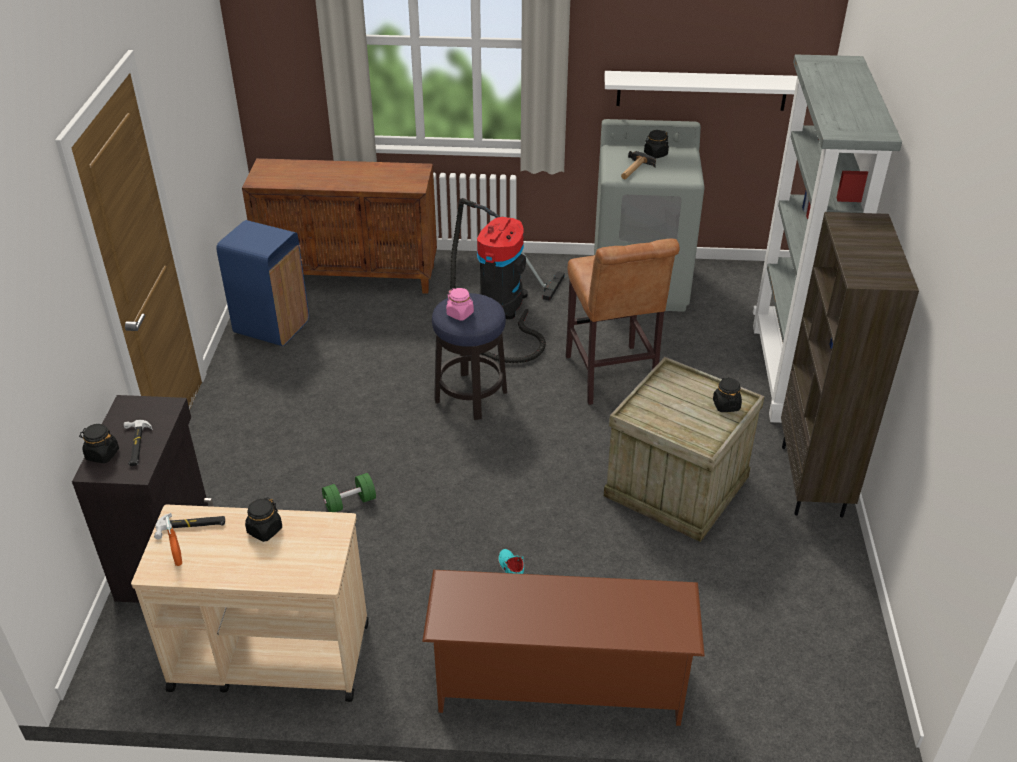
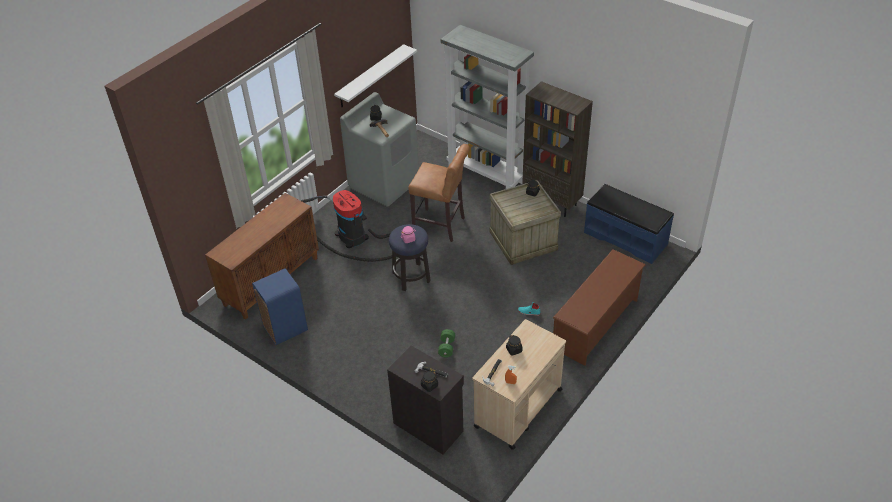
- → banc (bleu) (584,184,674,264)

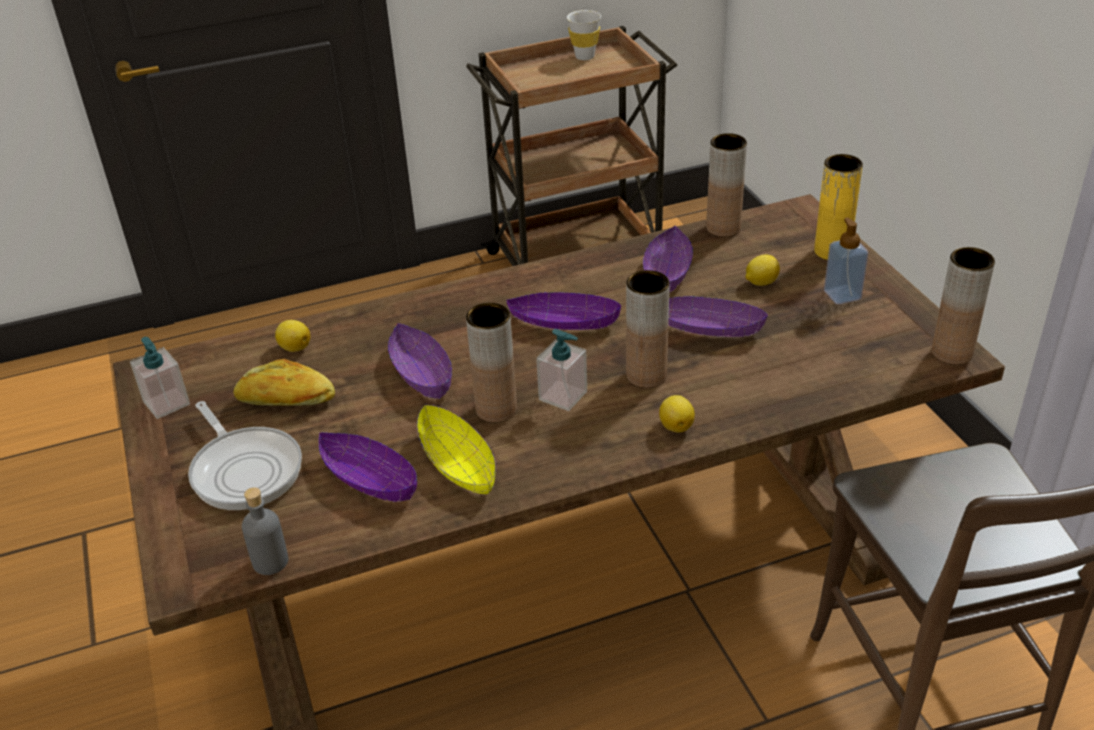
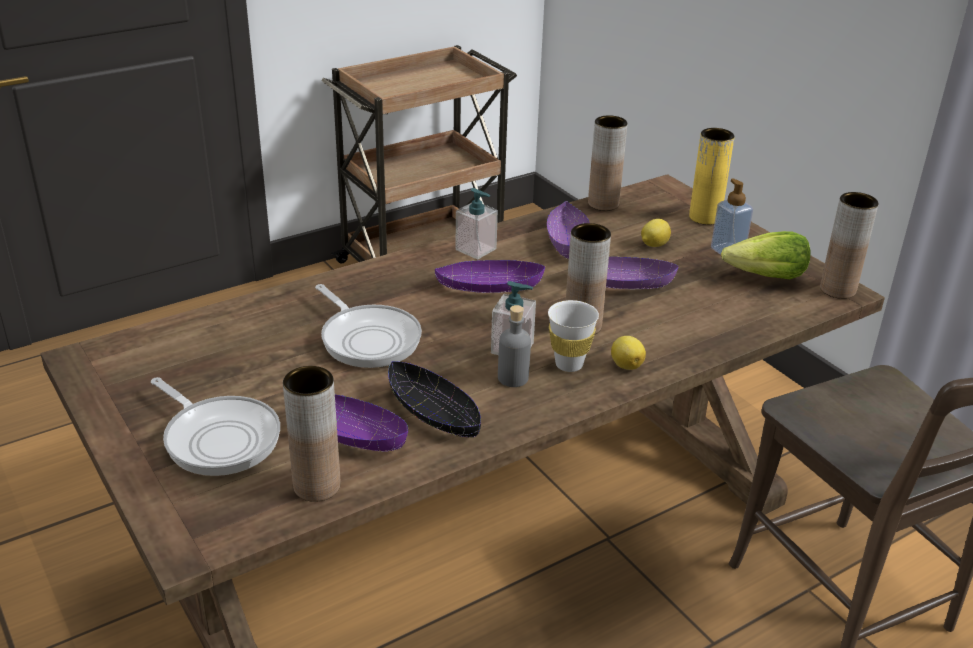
distributeur de savon (130,337,190,419) → distributeur de savon (455,188,498,259), relocated
pain (233,359,335,406) → -
bouteille (gris) (242,487,288,575) → bouteille (gris) (498,305,531,387), relocated
citron (275,320,311,352) → -
bol (violet) (388,323,452,399) → poêle (315,284,422,368)
bol (jaune) (417,405,496,494) → bol (noir) (388,361,481,437)
vase (marron) (466,303,517,423) → vase (marron) (283,366,340,502), relocated
tasse (blanc) (567,10,601,60) → tasse (blanc) (548,300,599,372), relocated
- → laitue (721,231,811,279)

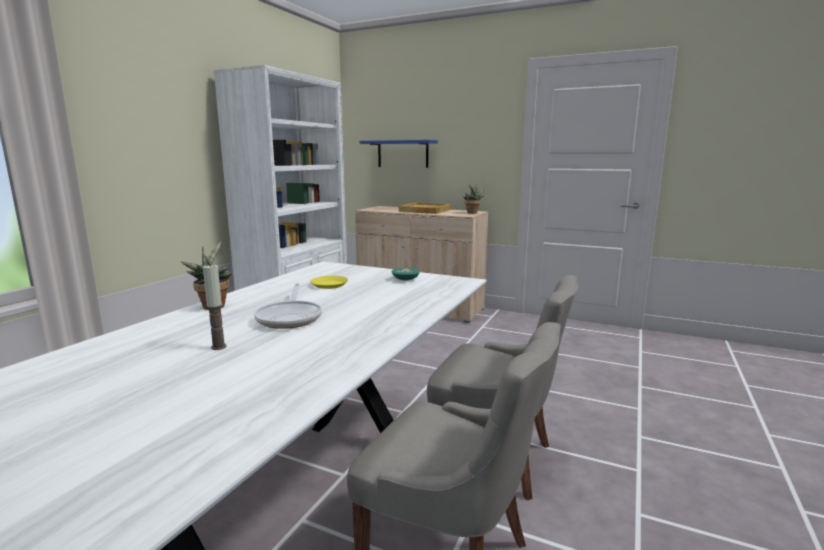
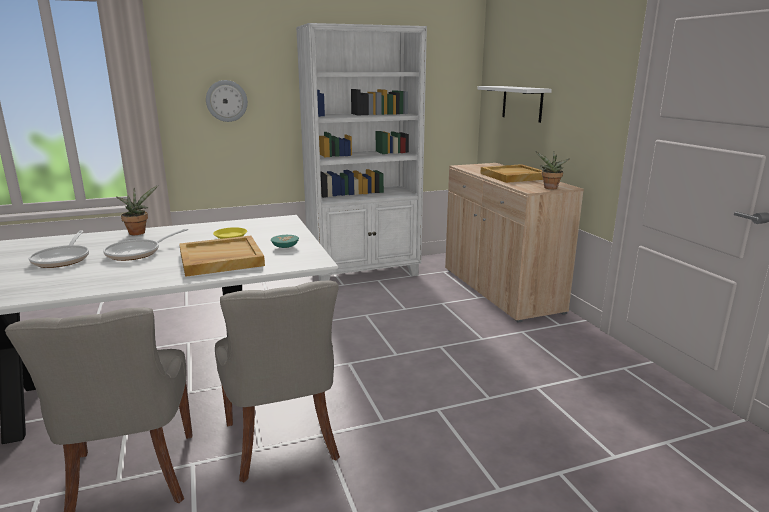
bougie (203,264,227,350) → poêle (29,230,89,268)
étagère (bleu) (359,140,438,168) → étagère (blanc) (478,86,552,123)
- → plateau (beige) (179,236,265,277)
- → horloge murale (206,80,248,122)

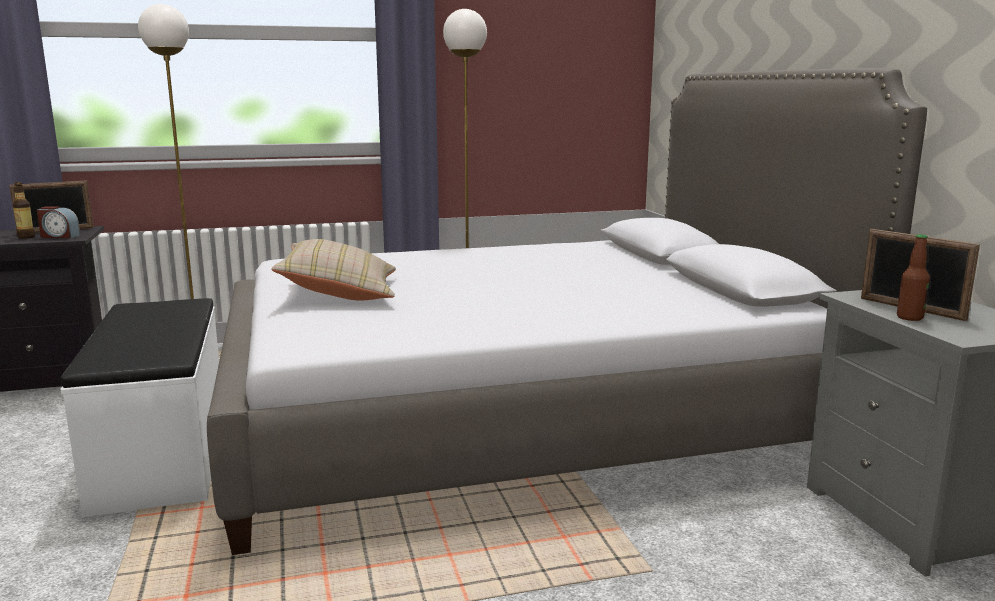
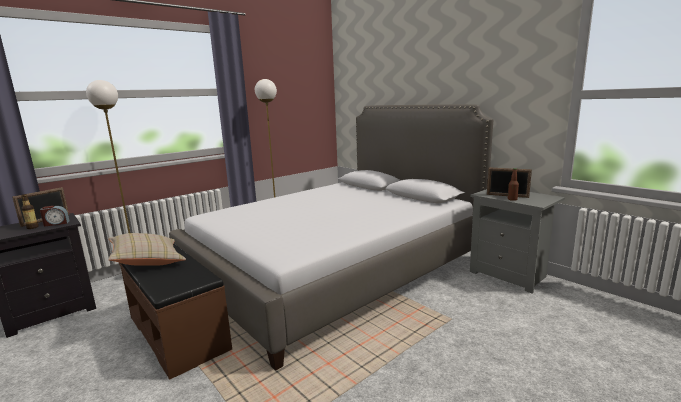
banc (blanc) (61,298,219,517) → banc (marron) (119,243,232,380)
coussin (beige) (271,239,396,301) → coussin (beige) (108,233,186,266), relocated

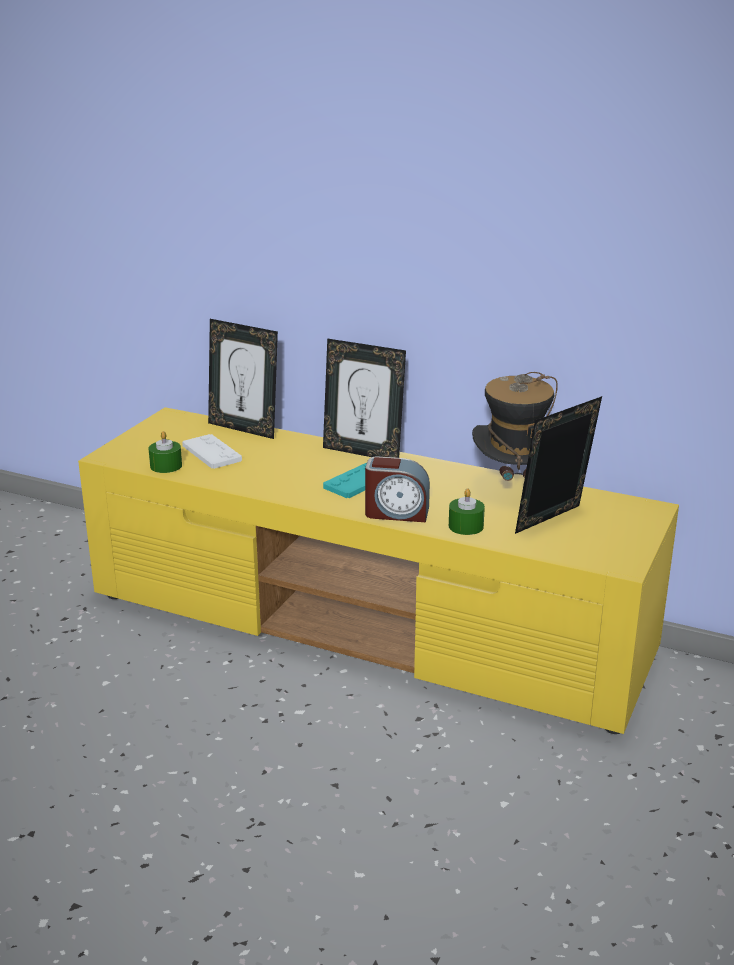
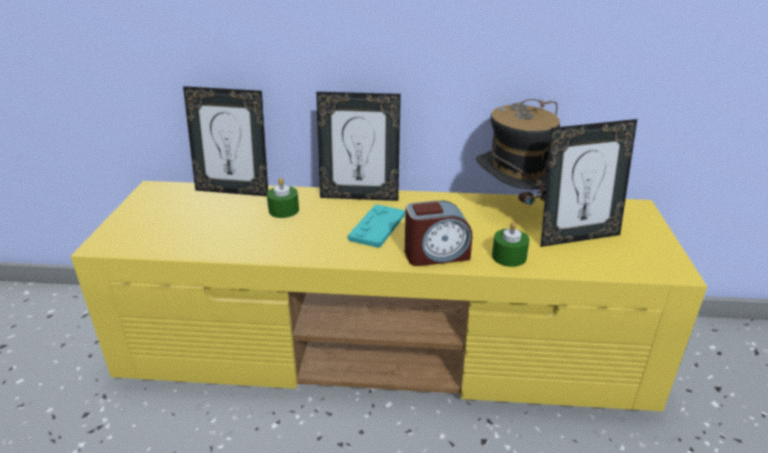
bougie (vert) (148,431,182,473) → bougie (vert) (267,178,299,218), relocated
manette (blanc) (182,434,242,469) → -
cadre photo (515,396,602,534) → cadre photo (541,119,637,247), 135 degrees counterclockwise

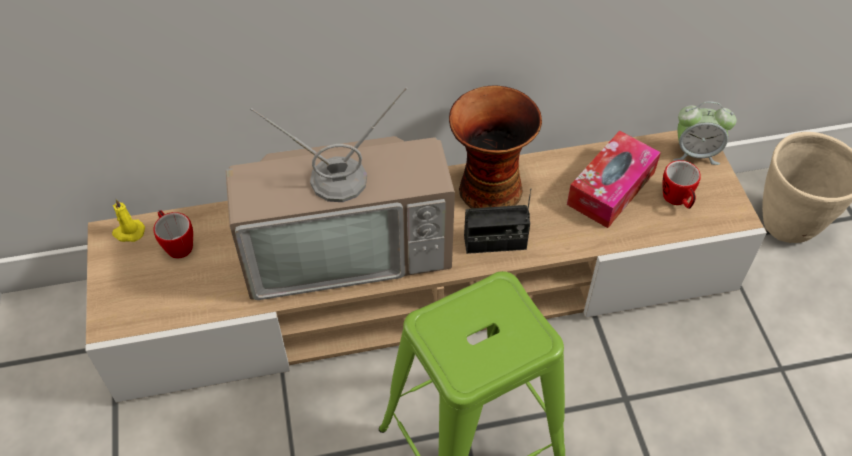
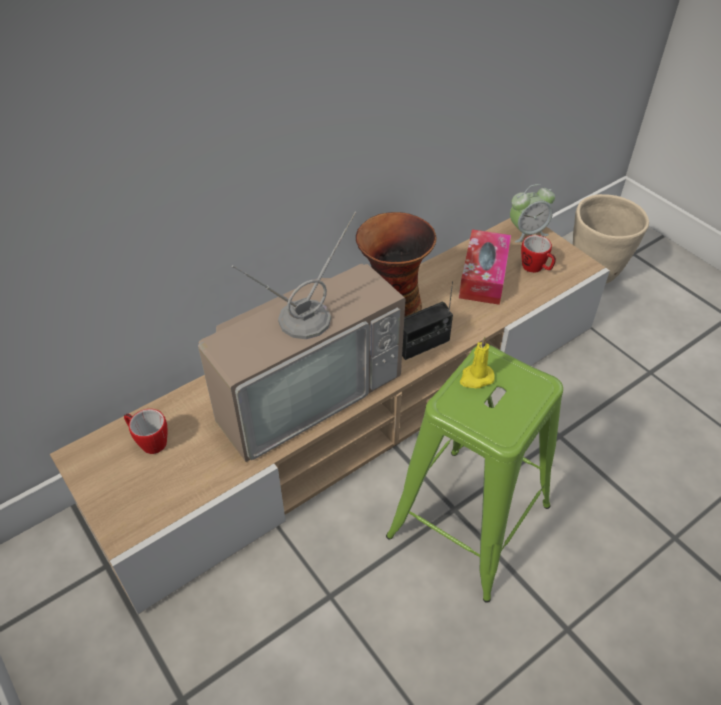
bougie (jaune) (112,199,145,242) → bougie (jaune) (460,337,495,388), relocated

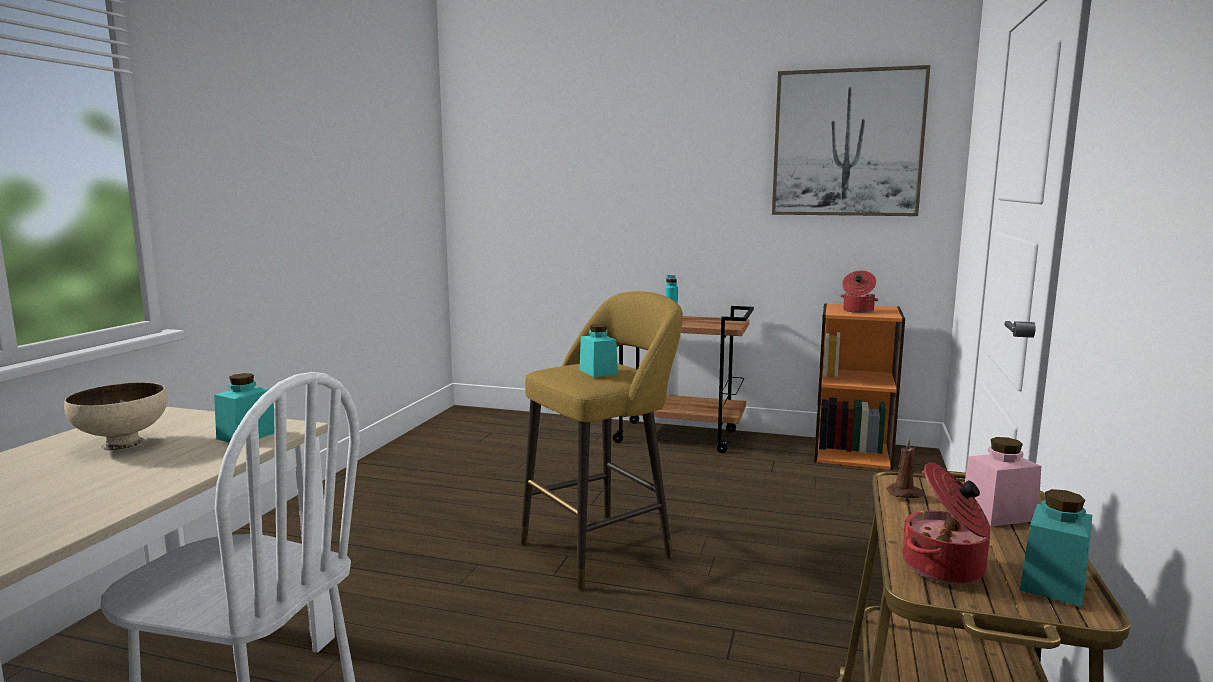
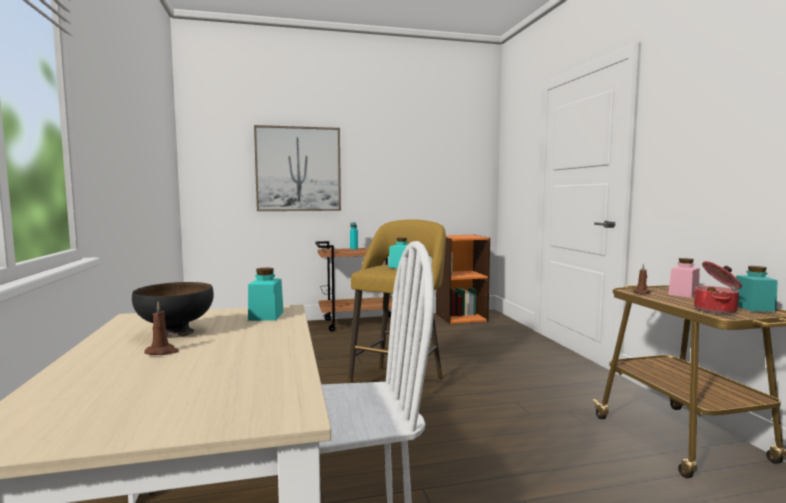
bol (beige) (64,382,168,451) → bol (noir) (132,282,214,338)
tableau (772,65,930,216) → tableau (254,125,341,211), relocated
marmite (840,271,878,313) → -
- → bougie (marron) (144,302,179,355)

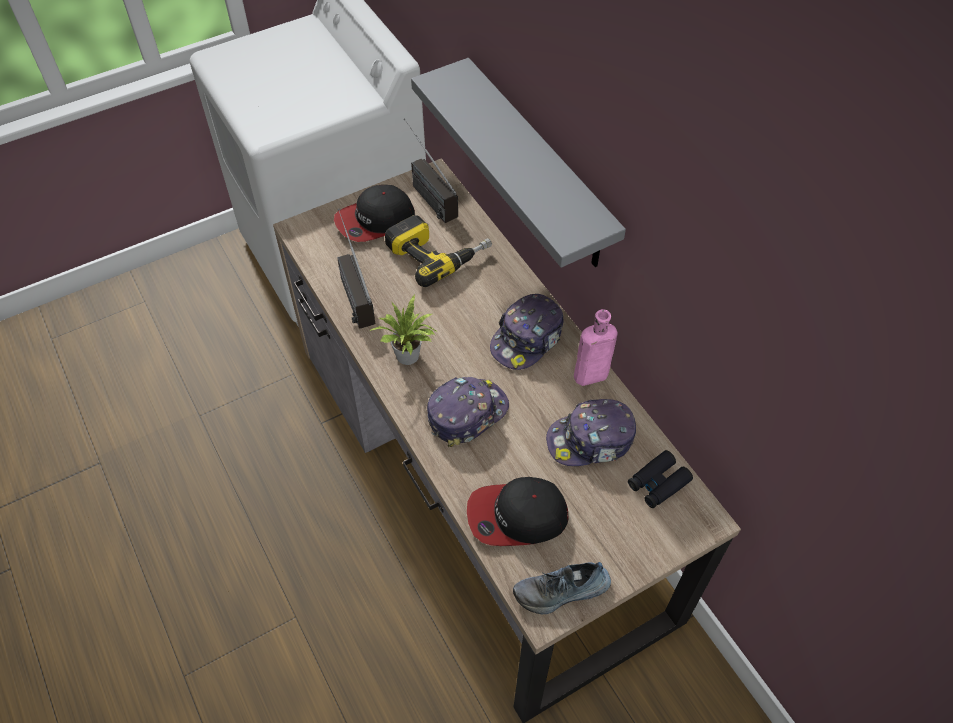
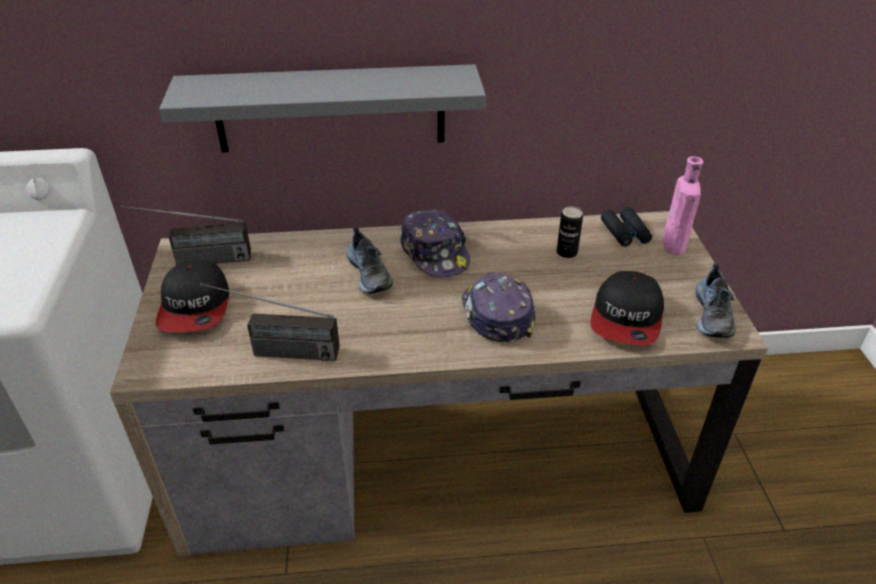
plante en pot (370,295,438,365) → -
perceuse (385,215,492,287) → -
casquette (546,399,636,466) → boîte métallique (557,207,583,258)
bouteille (rose) (574,309,617,386) → bouteille (rose) (663,156,703,255), relocated
- → chaussure (346,227,393,294)

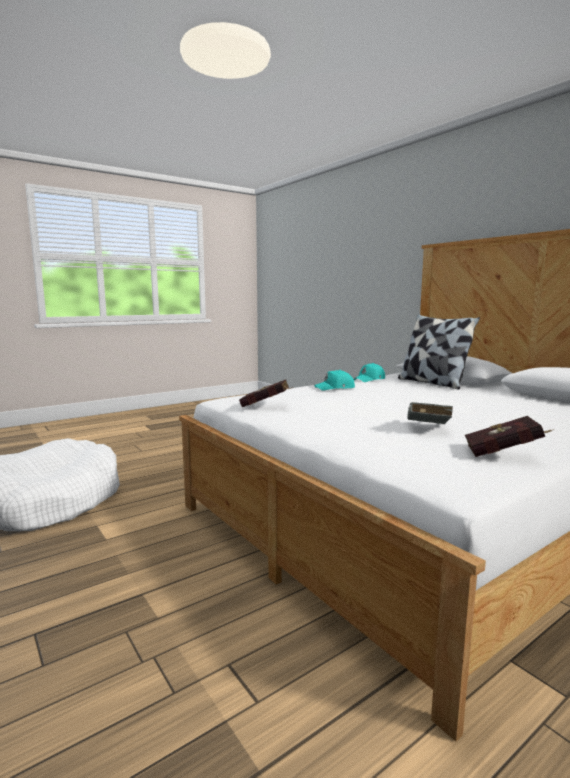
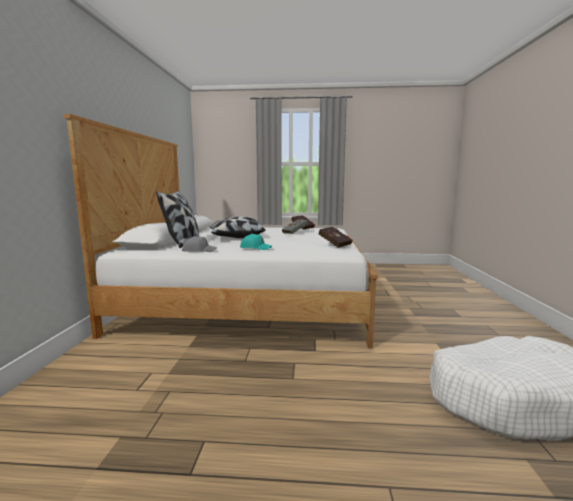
casquette (turquoise) (354,363,385,382) → casquette (gris) (182,236,217,252)
- → coussin (209,216,266,238)

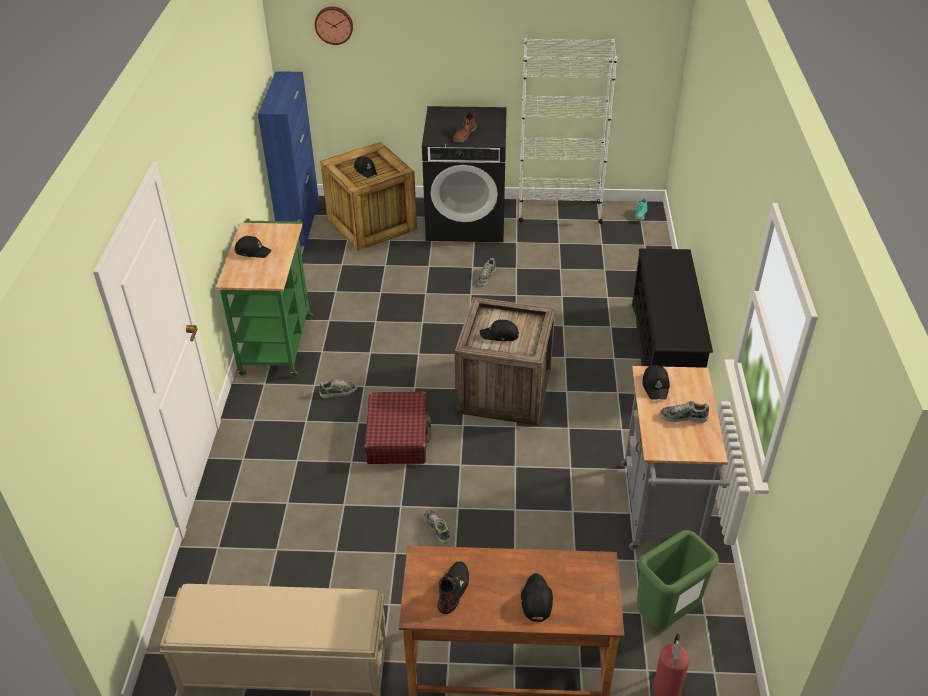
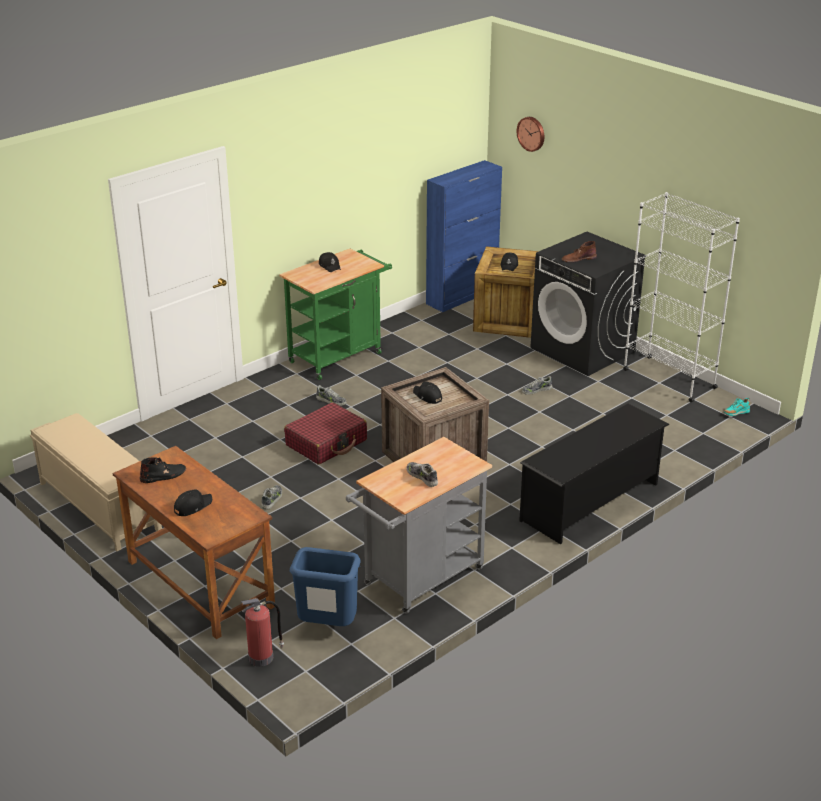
poubelle (vert) (637,530,719,628) → poubelle (bleu) (290,547,361,626)
casquette (noir) (642,365,670,399) → -

